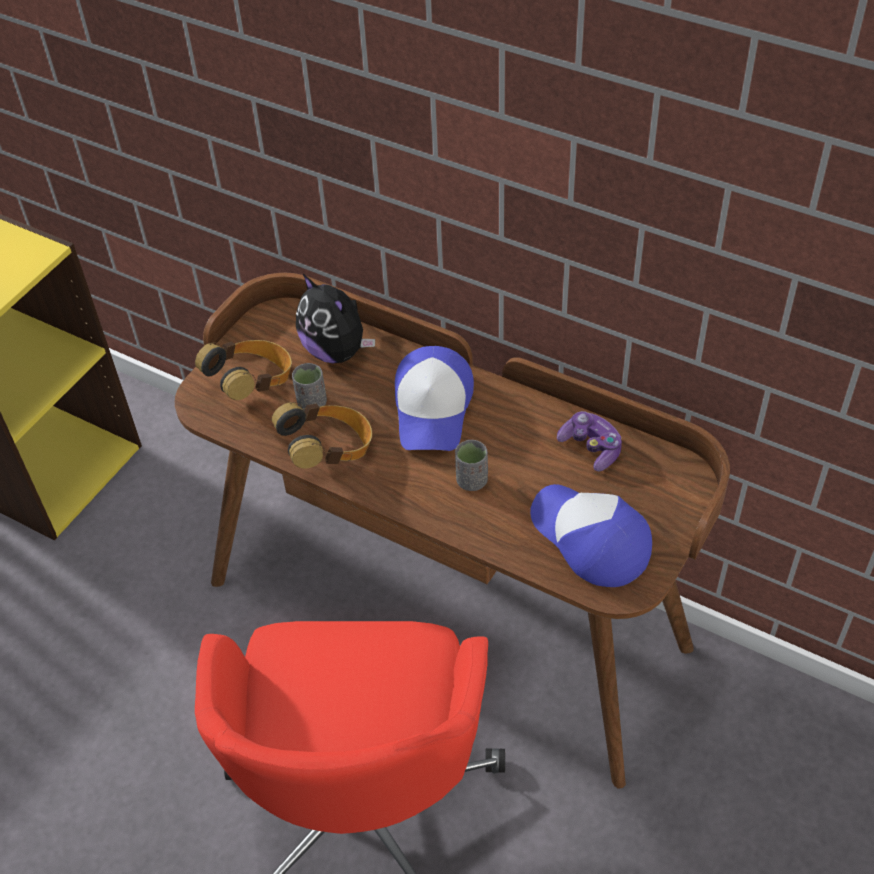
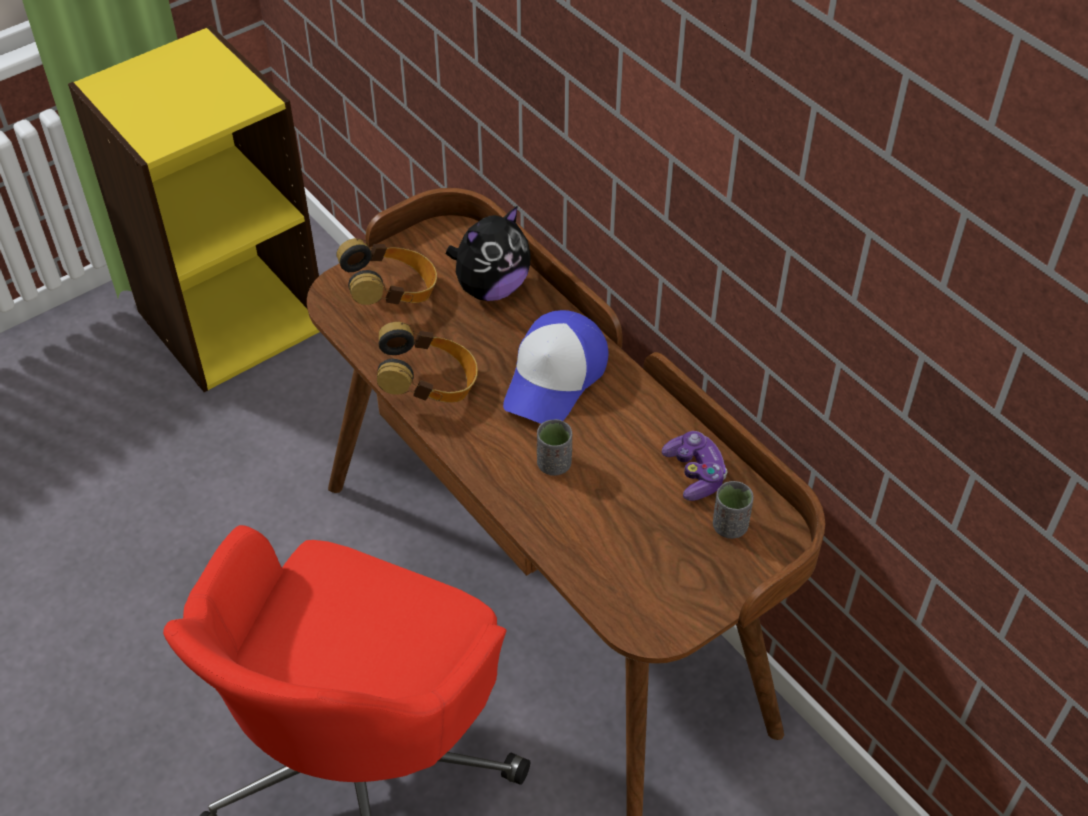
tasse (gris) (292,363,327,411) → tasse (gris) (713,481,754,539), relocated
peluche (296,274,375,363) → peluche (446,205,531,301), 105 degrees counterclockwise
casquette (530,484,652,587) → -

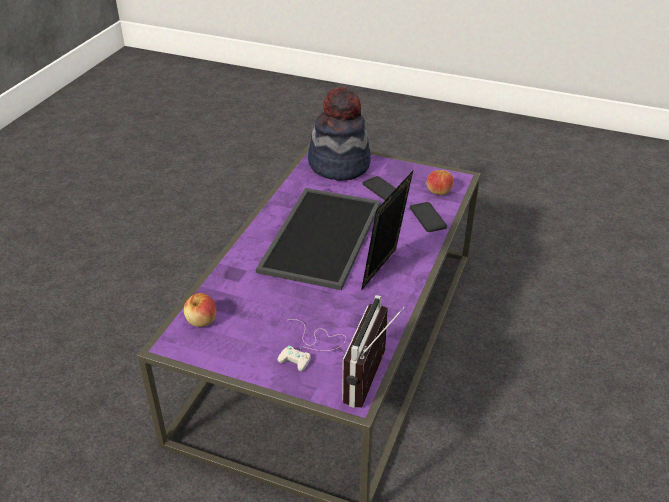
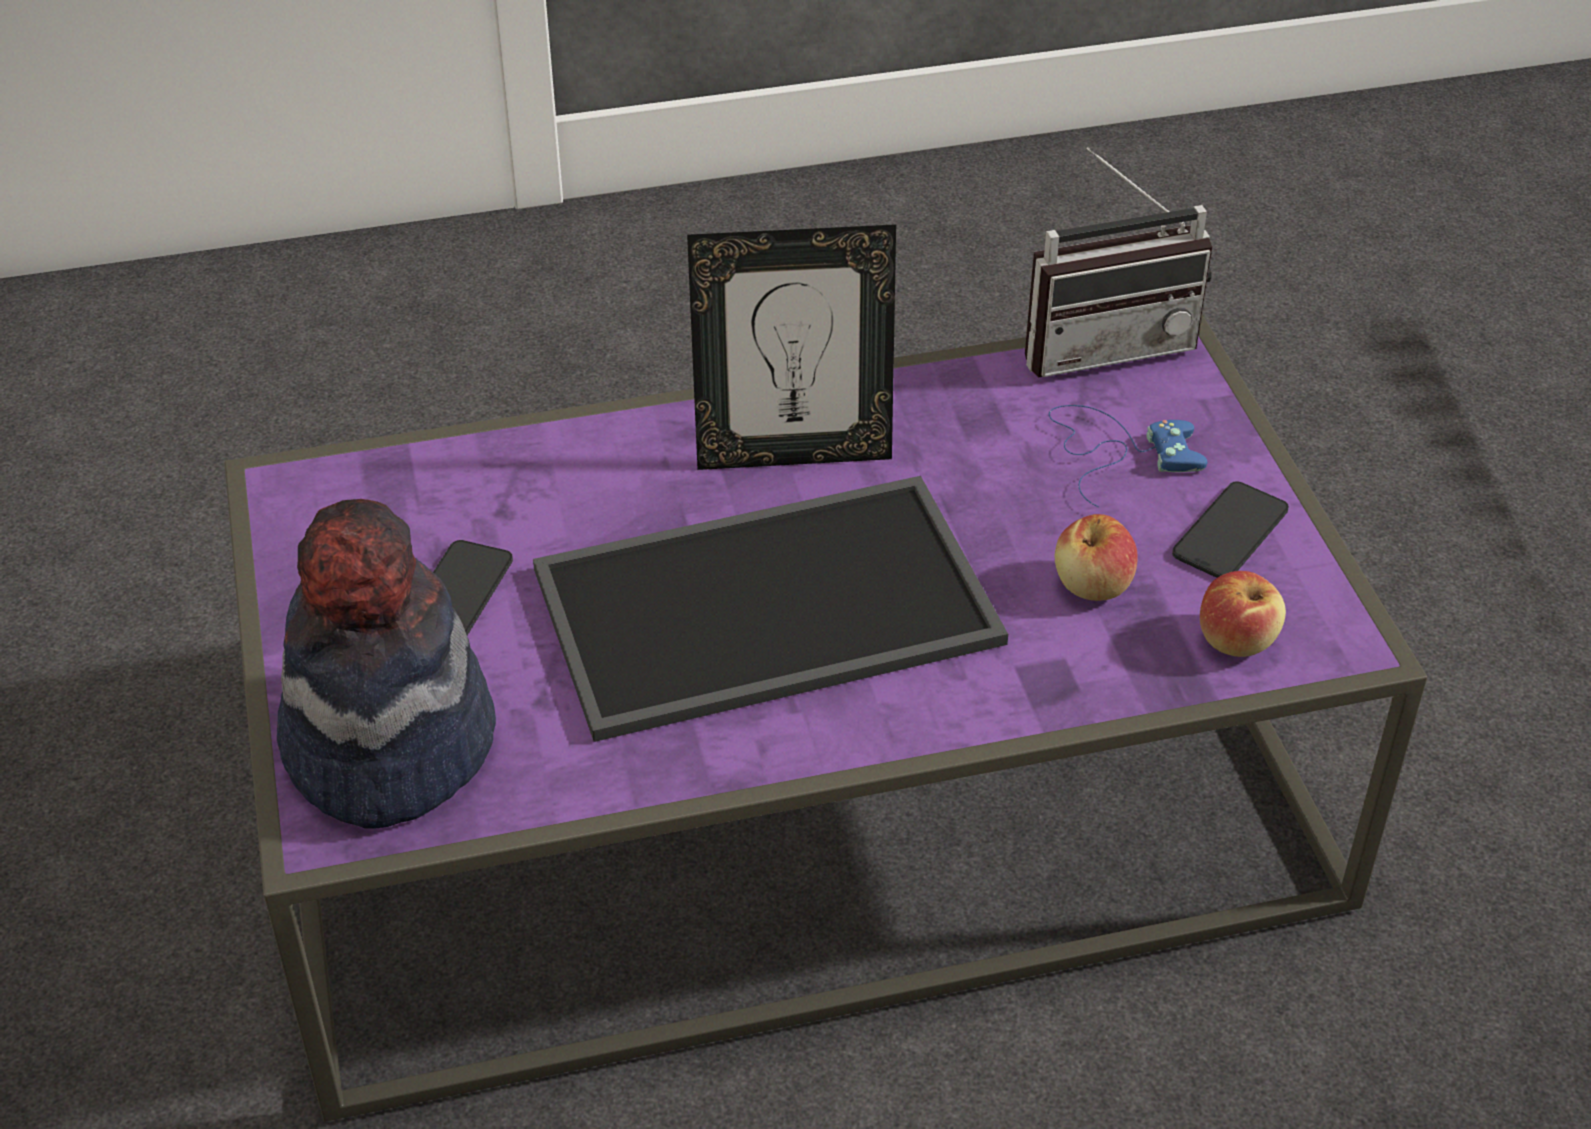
manette (blanc) (278,319,346,371) → manette (bleu) (1049,405,1207,507)
téléphone (410,202,447,232) → téléphone (1172,481,1289,578), relocated
pomme (427,170,453,195) → pomme (1055,514,1138,601), relocated

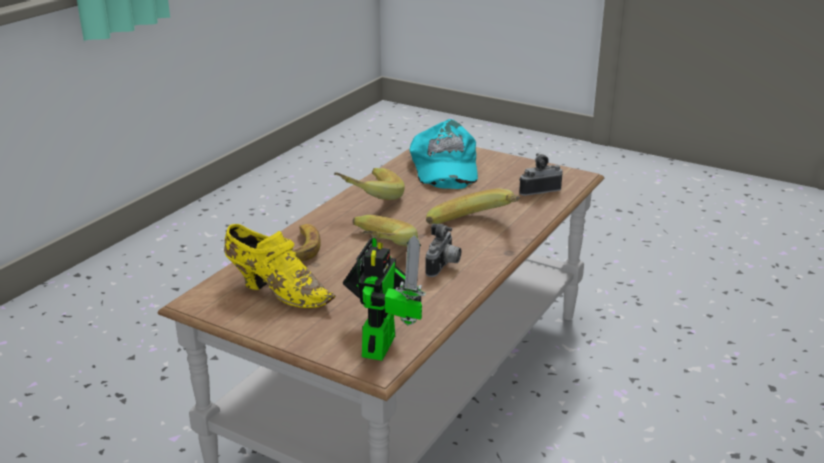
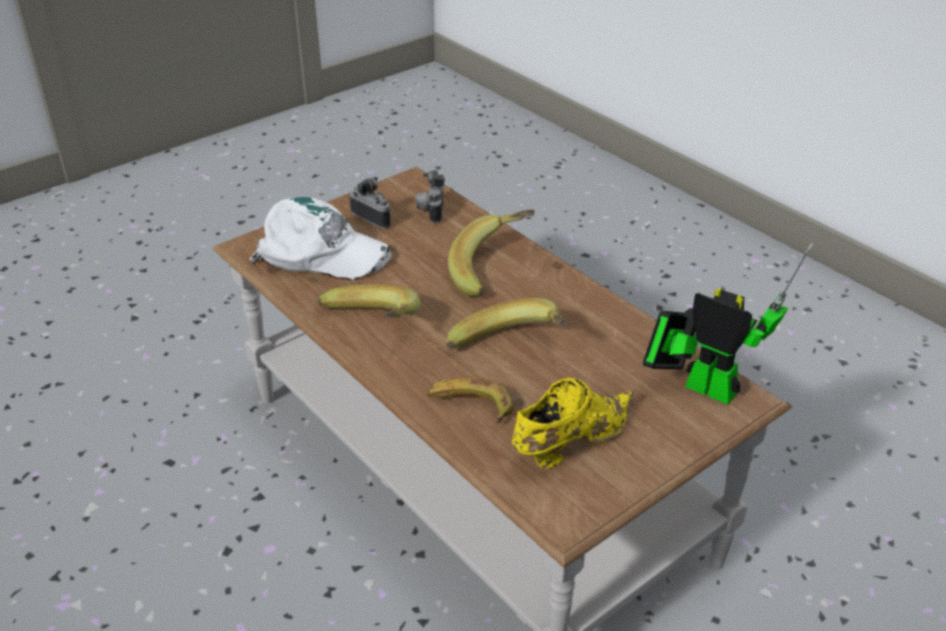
casquette (turquoise) (410,119,478,189) → casquette (blanc) (250,197,391,280)
appareil photo (425,223,461,277) → appareil photo (349,176,391,229), relocated

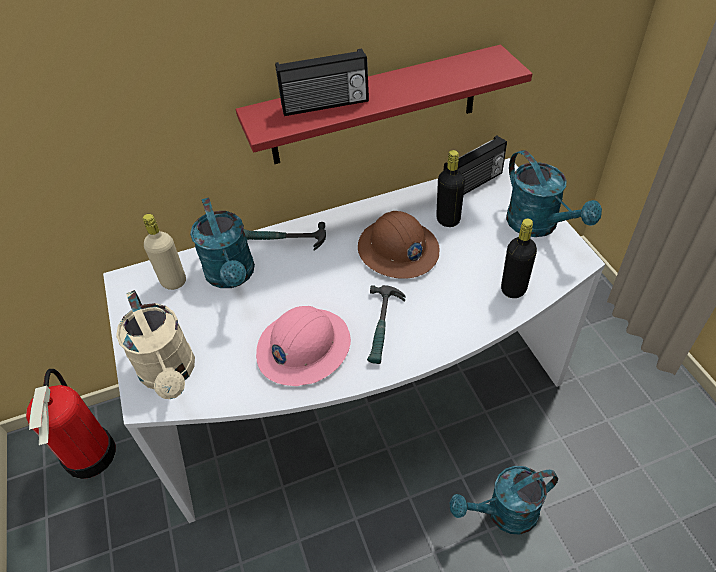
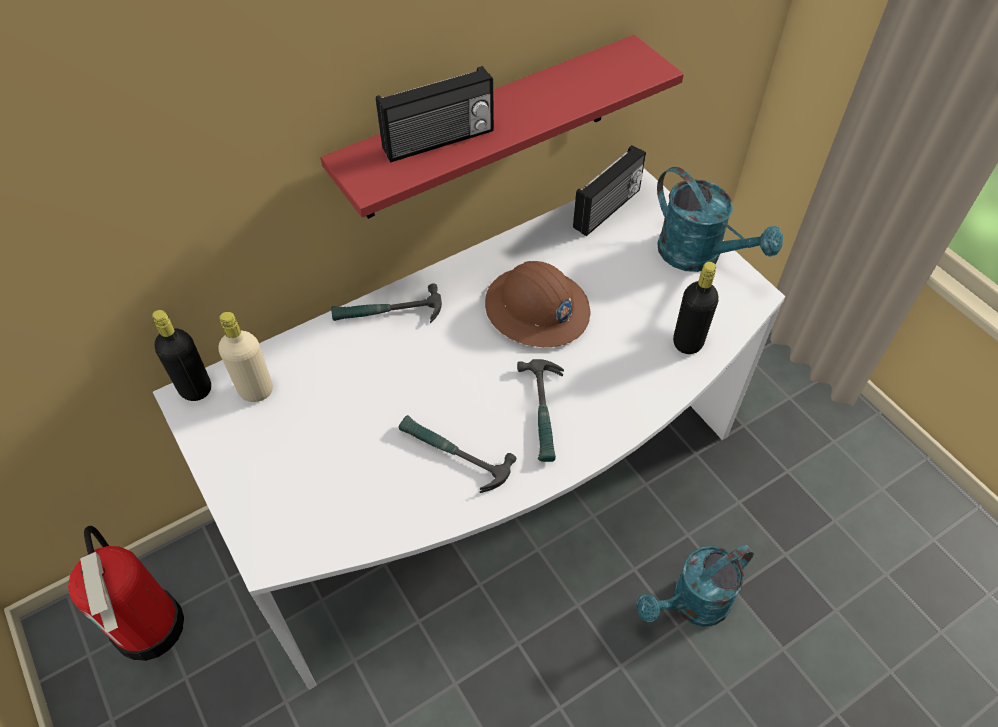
arrosoir (beige) (116,290,195,399) → -
arrosoir (turquoise) (190,197,255,288) → -
casque de chantier (rose) (256,306,351,386) → marteau (399,415,516,493)
bouteille (noir) (436,150,465,227) → bouteille (noir) (152,310,211,401), relocated

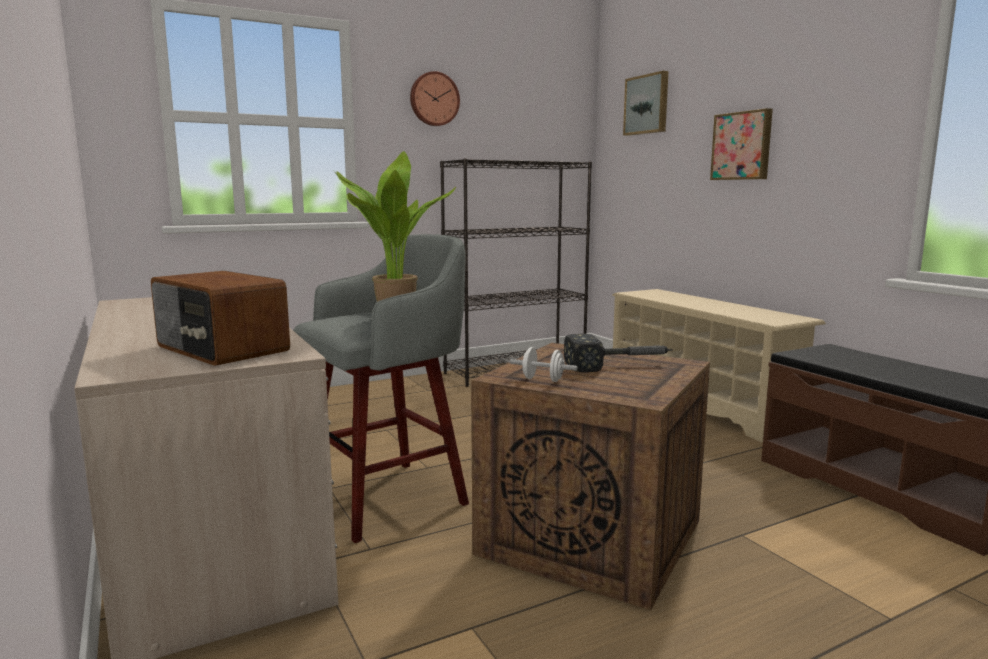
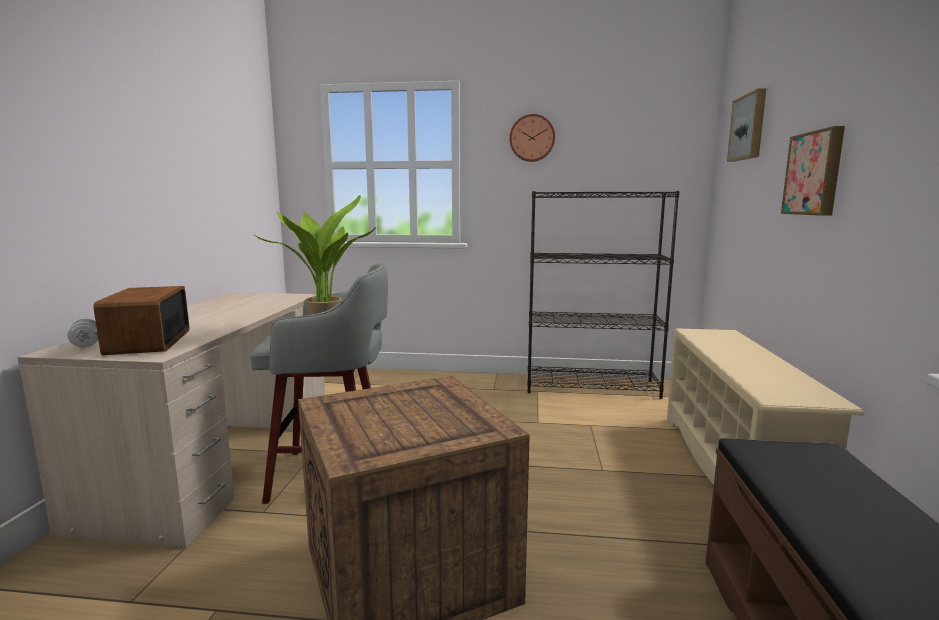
haltère (blanc) (510,347,578,382) → haltère (blanc) (67,318,98,347), relocated
marteau (564,334,673,372) → -

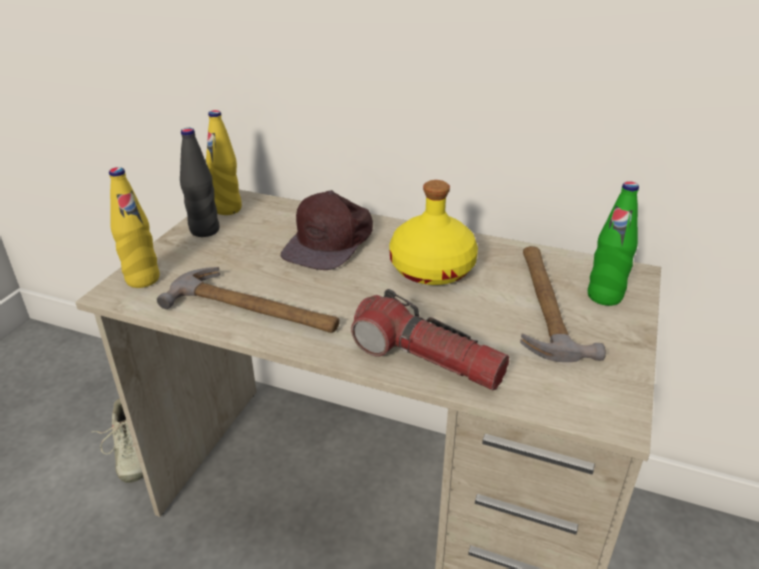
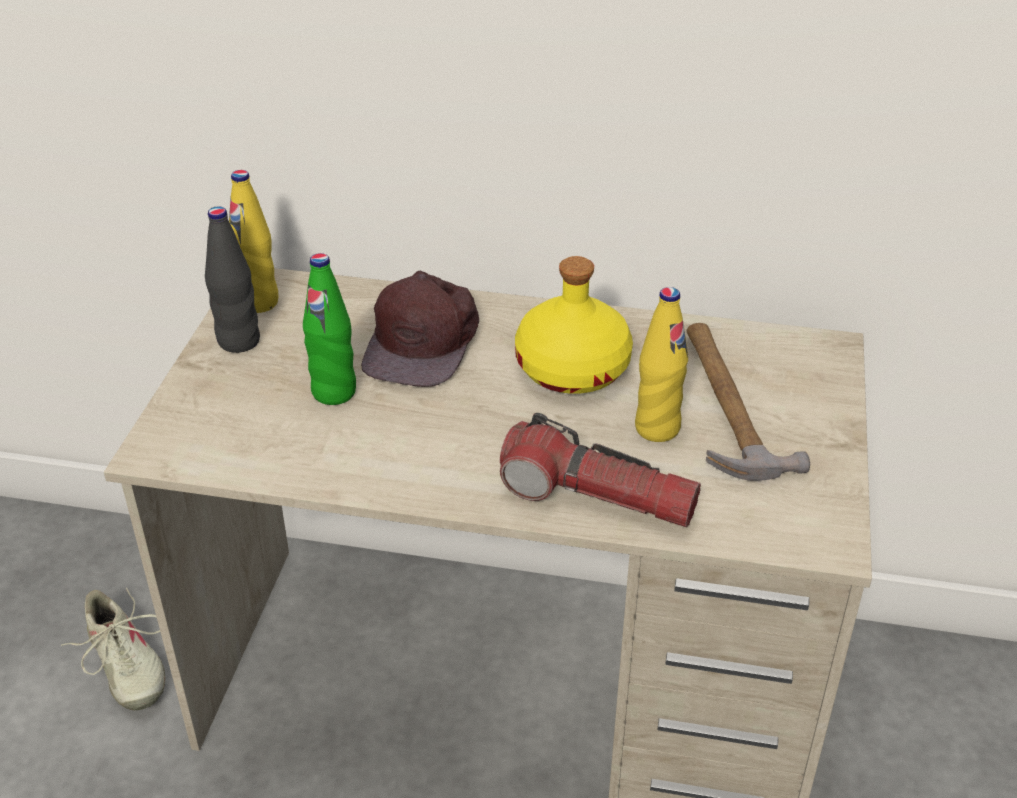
bouteille (jaune) (109,167,160,288) → bouteille (jaune) (635,287,688,442), relocated
marteau (157,267,340,333) → -
bouteille (vert) (588,181,639,306) → bouteille (vert) (303,253,356,405), relocated

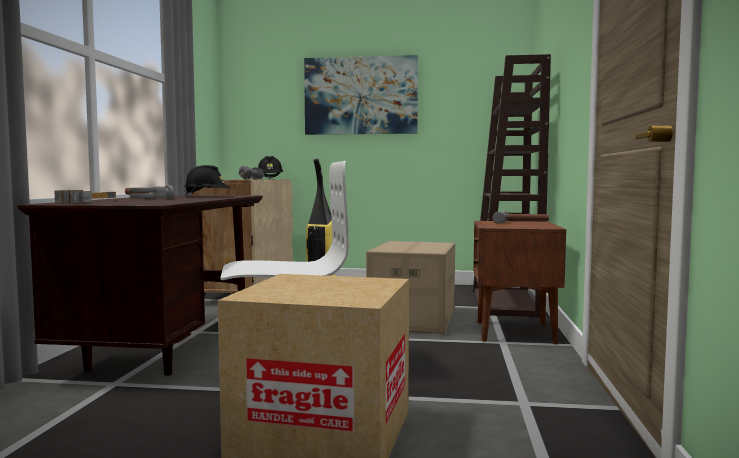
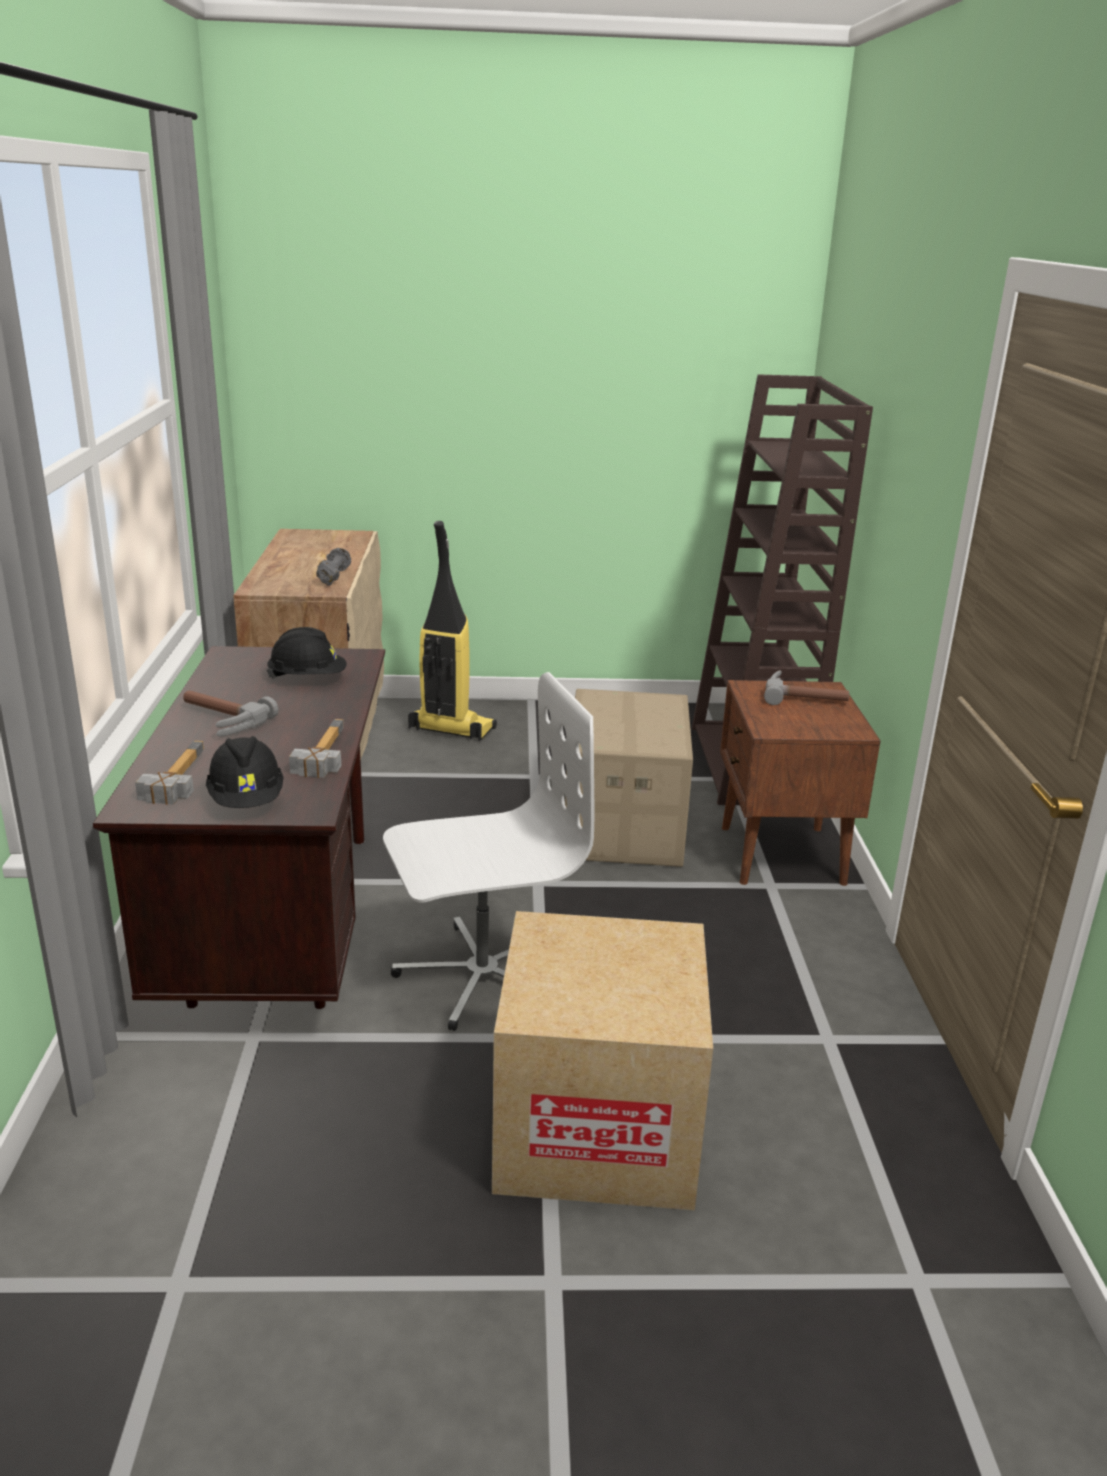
casque de chantier (noir) (258,156,283,179) → casque de chantier (noir) (206,736,284,808), relocated
tableau (304,55,418,135) → -
- → marteau (289,719,344,778)

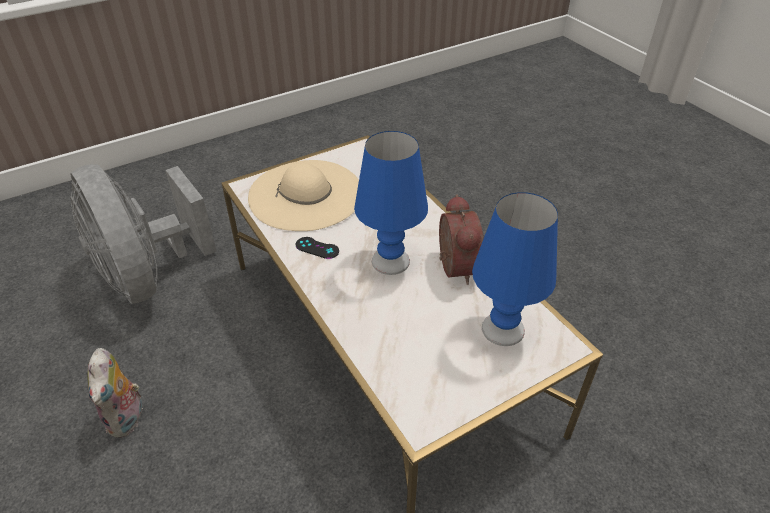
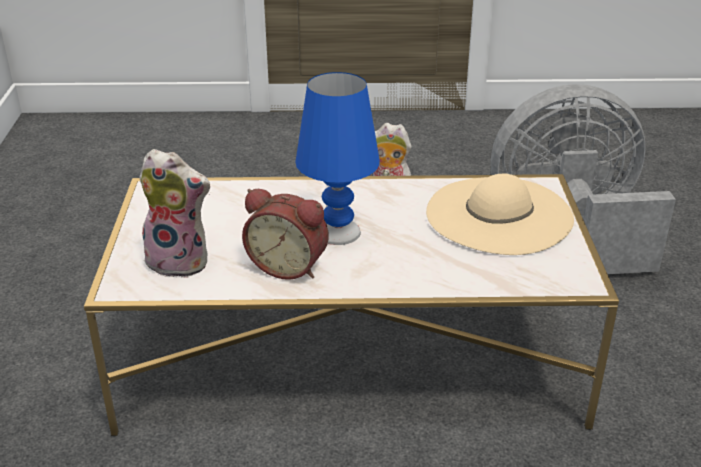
manette (noir) (296,237,339,259) → -
lampe de table (bleu) (472,192,558,346) → peluche (139,149,211,278)

